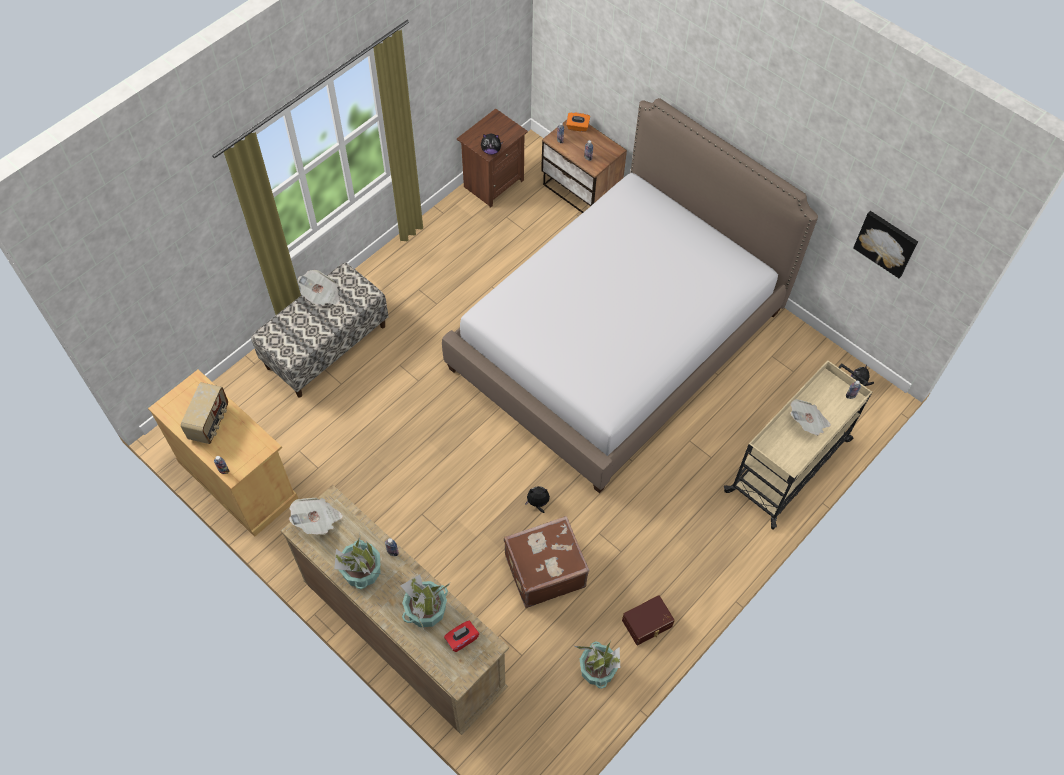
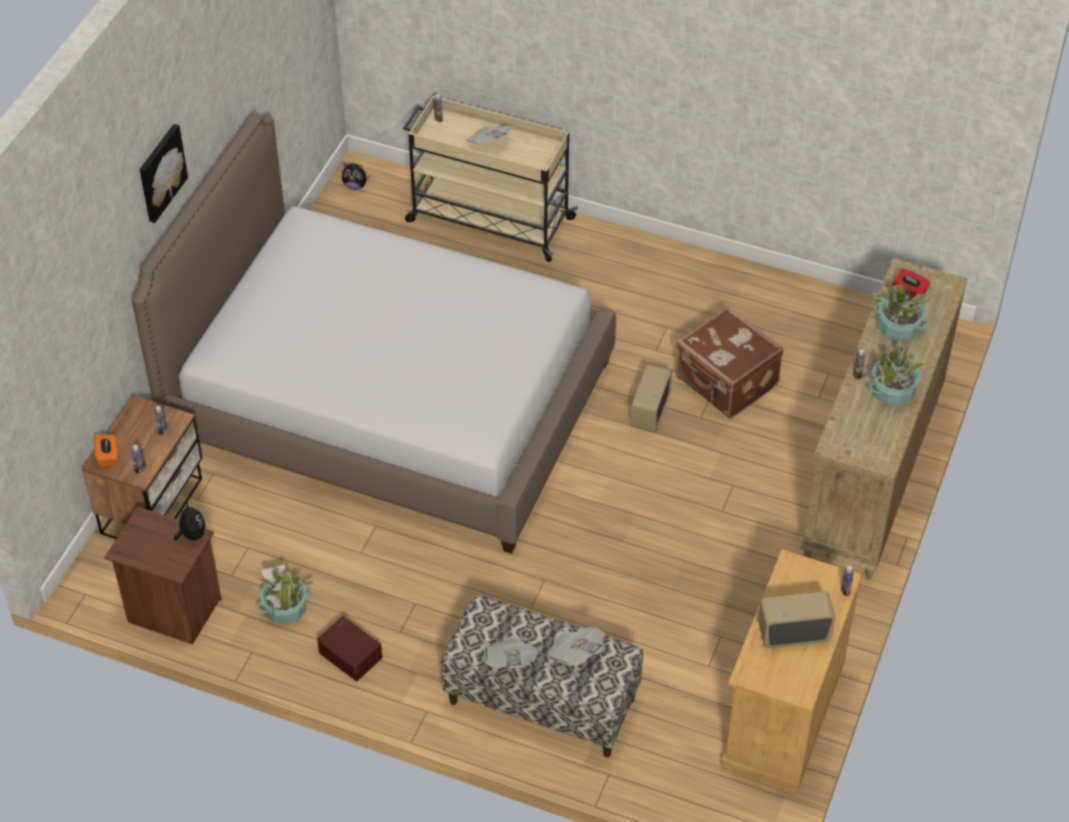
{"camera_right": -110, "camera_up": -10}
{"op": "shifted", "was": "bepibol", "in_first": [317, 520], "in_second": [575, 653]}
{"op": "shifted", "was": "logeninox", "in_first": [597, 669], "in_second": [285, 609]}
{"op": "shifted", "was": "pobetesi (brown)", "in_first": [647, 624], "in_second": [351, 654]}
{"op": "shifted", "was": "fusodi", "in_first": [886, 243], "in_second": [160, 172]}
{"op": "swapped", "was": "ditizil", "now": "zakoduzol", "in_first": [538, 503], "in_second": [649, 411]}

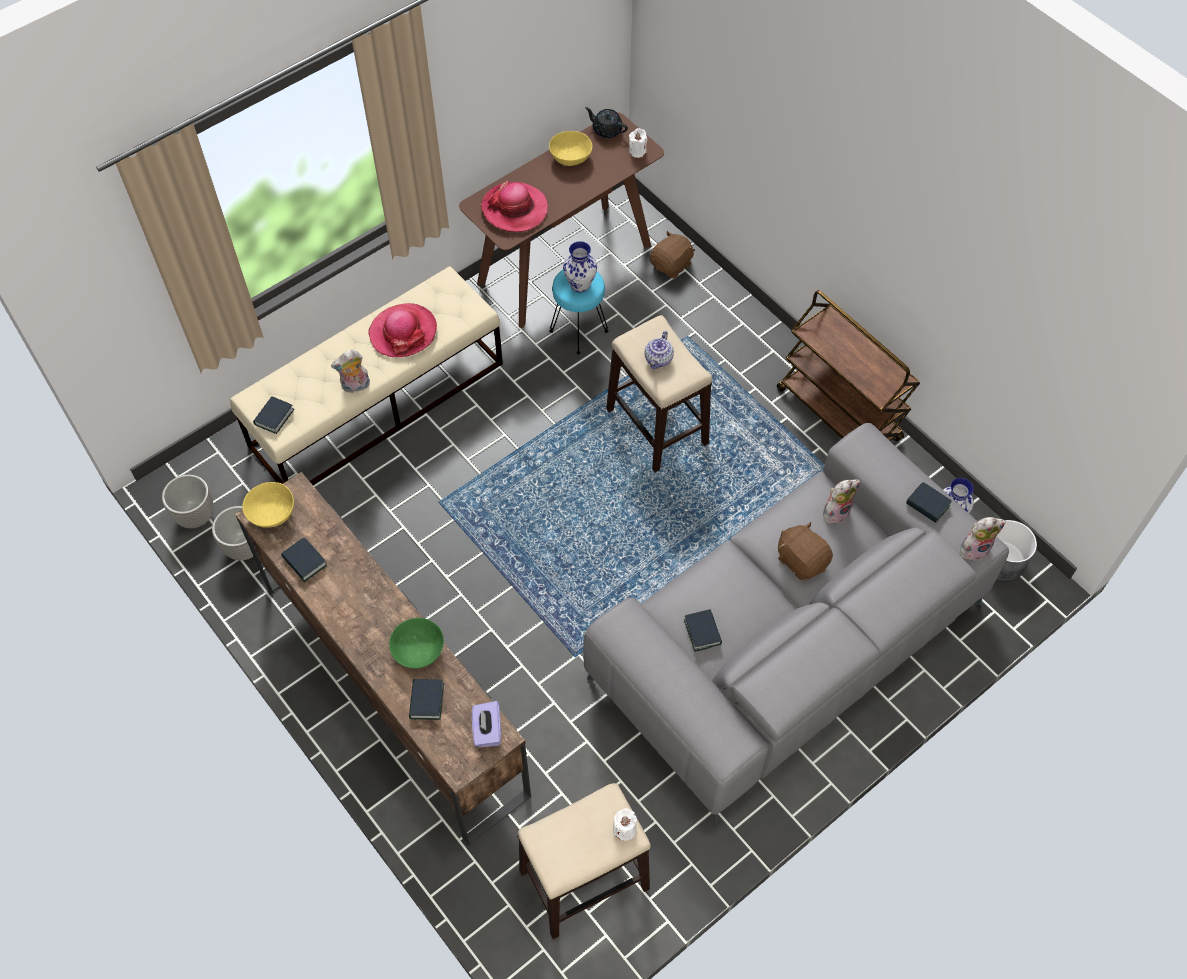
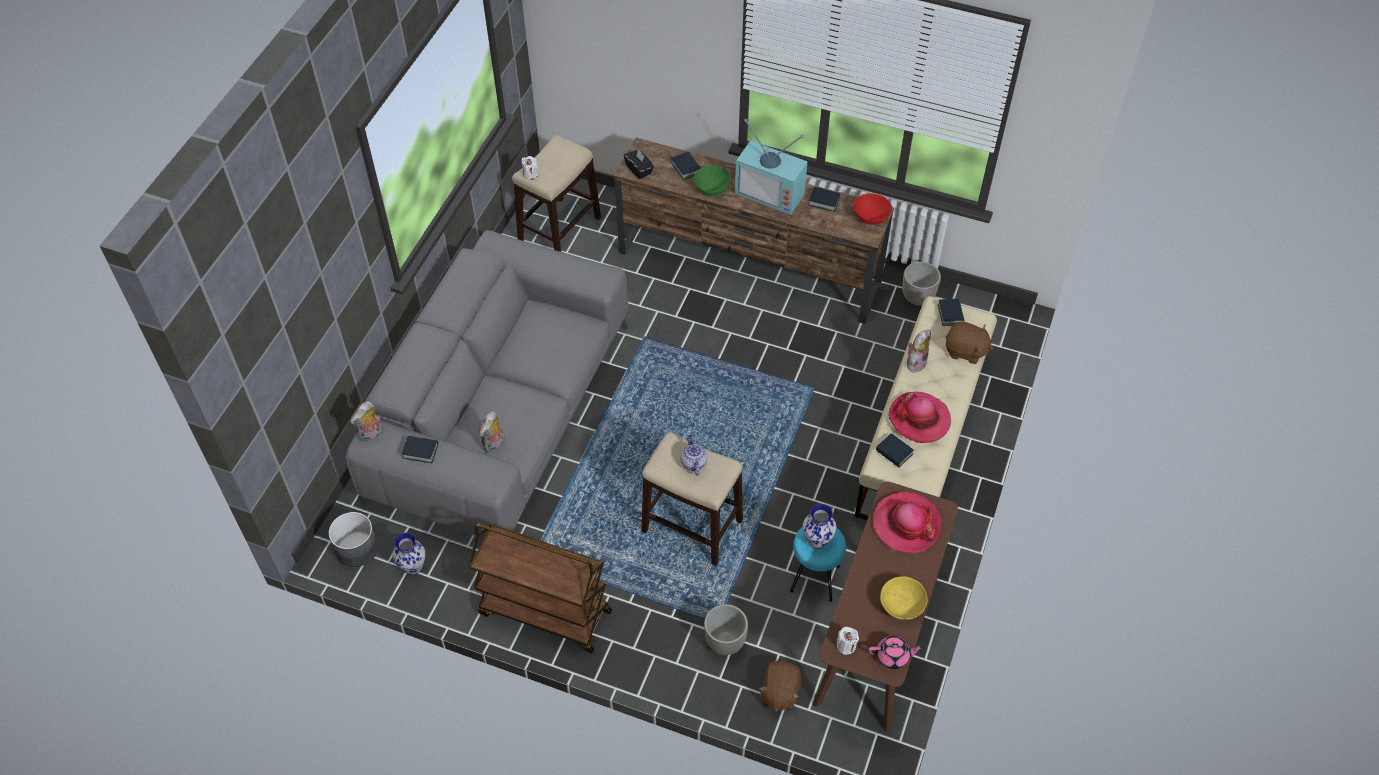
{"camera_right": 150, "camera_up": -5}
{"op": "new", "now": "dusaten", "in_second": [772, 192]}
{"op": "shifted", "was": "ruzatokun", "in_first": [196, 516], "in_second": [724, 643]}
{"op": "shifted", "was": "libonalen", "in_first": [702, 632], "in_second": [894, 453]}
{"op": "shifted", "was": "ditizil (brown)", "in_first": [802, 560], "in_second": [965, 351]}
{"op": "repainted", "was": "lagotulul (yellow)", "now": "lagotulul (red)", "in_first": [272, 513], "in_second": [871, 216]}
{"op": "repainted", "was": "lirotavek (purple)", "now": "lirotavek (black)", "in_first": [487, 730], "in_second": [639, 170]}
{"op": "repainted", "was": "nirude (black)", "now": "nirude (pink)", "in_first": [606, 130], "in_second": [893, 656]}

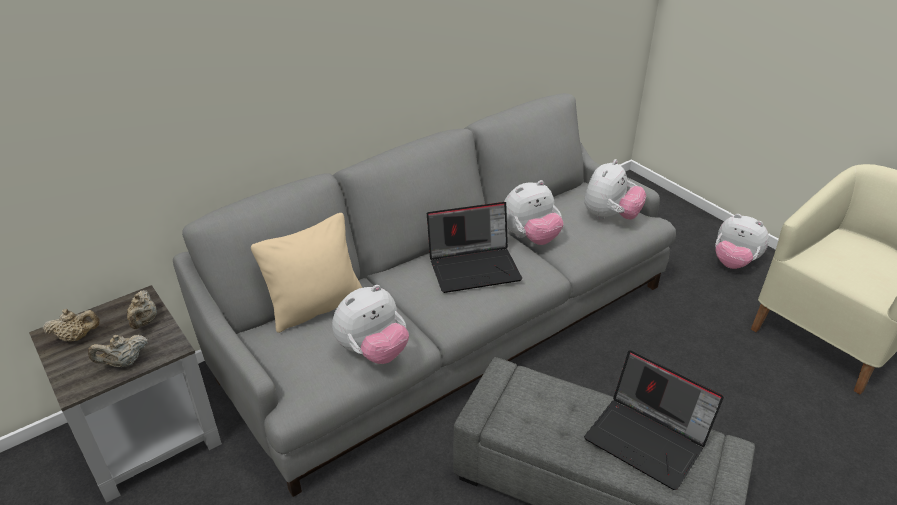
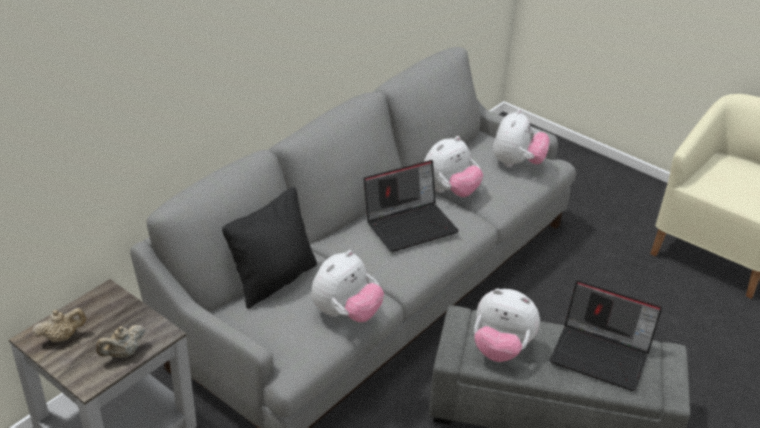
{"camera_right": -15, "camera_up": 0}
{"op": "gone", "was": "nirude (beige)", "in_first": [144, 322]}
{"op": "shifted", "was": "ditizil", "in_first": [734, 262], "in_second": [501, 349]}
{"op": "repainted", "was": "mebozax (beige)", "now": "mebozax (black)", "in_first": [316, 307], "in_second": [274, 280]}

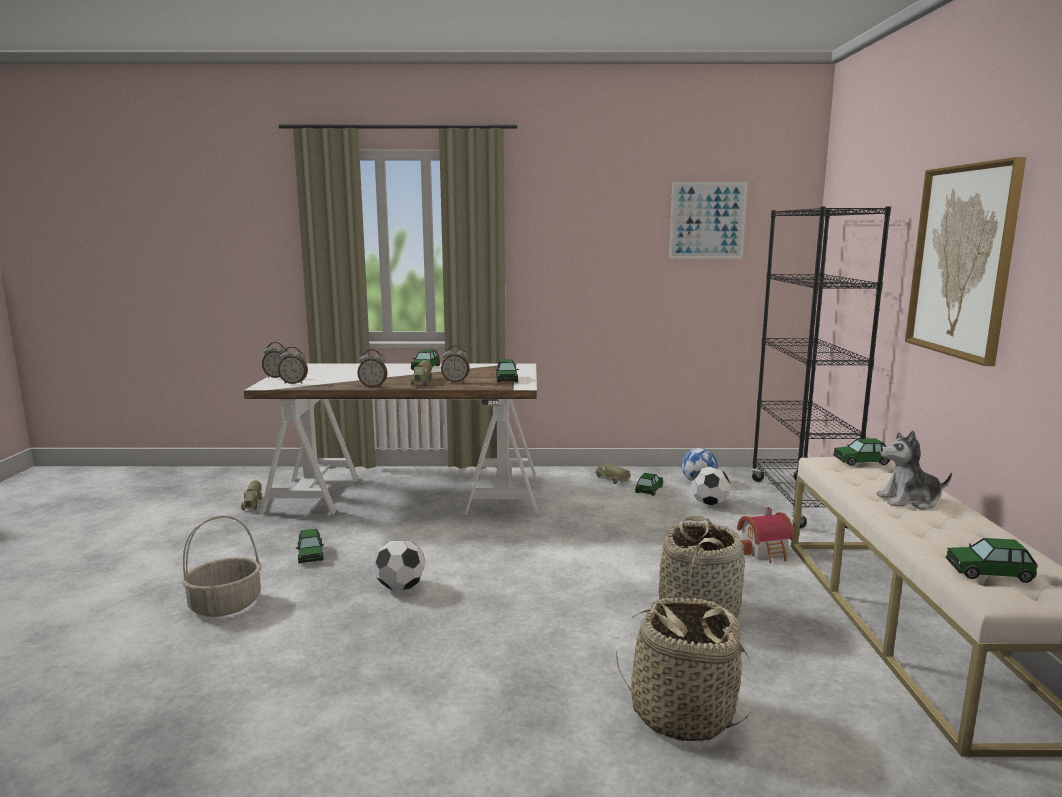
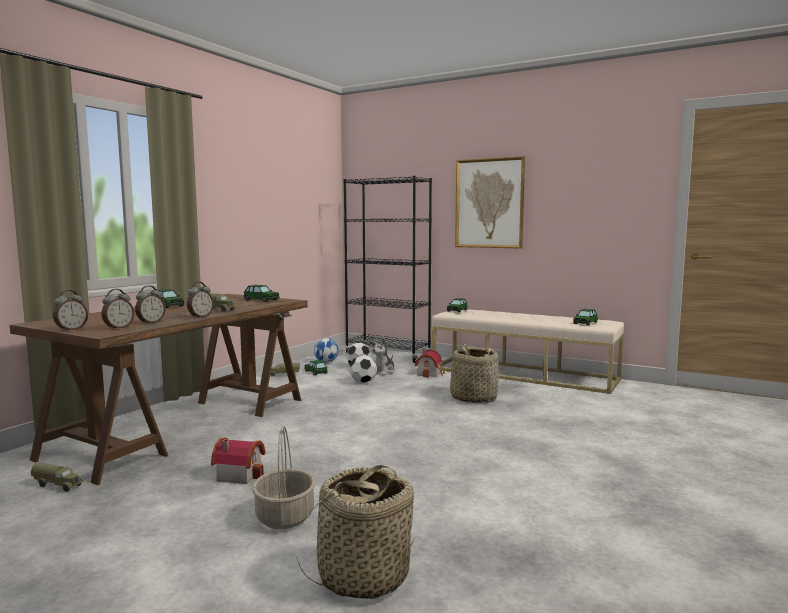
{"camera_right": -60, "camera_up": -5}
{"op": "gone", "was": "fusodi", "in_first": [707, 220]}
{"op": "shifted", "was": "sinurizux", "in_first": [400, 587], "in_second": [363, 382]}
{"op": "shifted", "was": "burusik", "in_first": [455, 381], "in_second": [150, 322]}
{"op": "shifted", "was": "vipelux", "in_first": [681, 713], "in_second": [363, 576]}
{"op": "shifted", "was": "ditizil", "in_first": [909, 501], "in_second": [383, 372]}
{"op": "swapped", "was": "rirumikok", "now": "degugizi", "in_first": [310, 555], "in_second": [239, 474]}
{"op": "repainted", "was": "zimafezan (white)", "now": "zimafezan (brown)", "in_first": [408, 494], "in_second": [184, 425]}

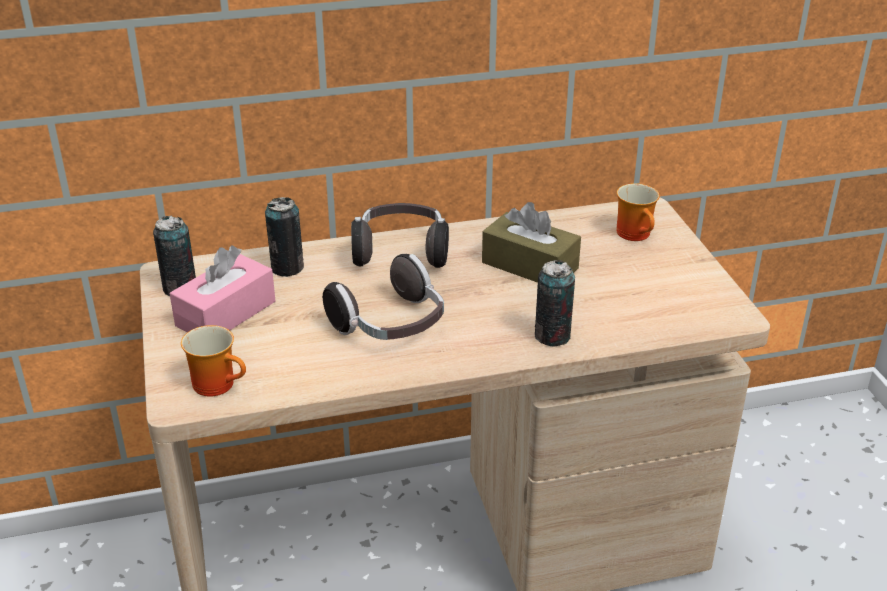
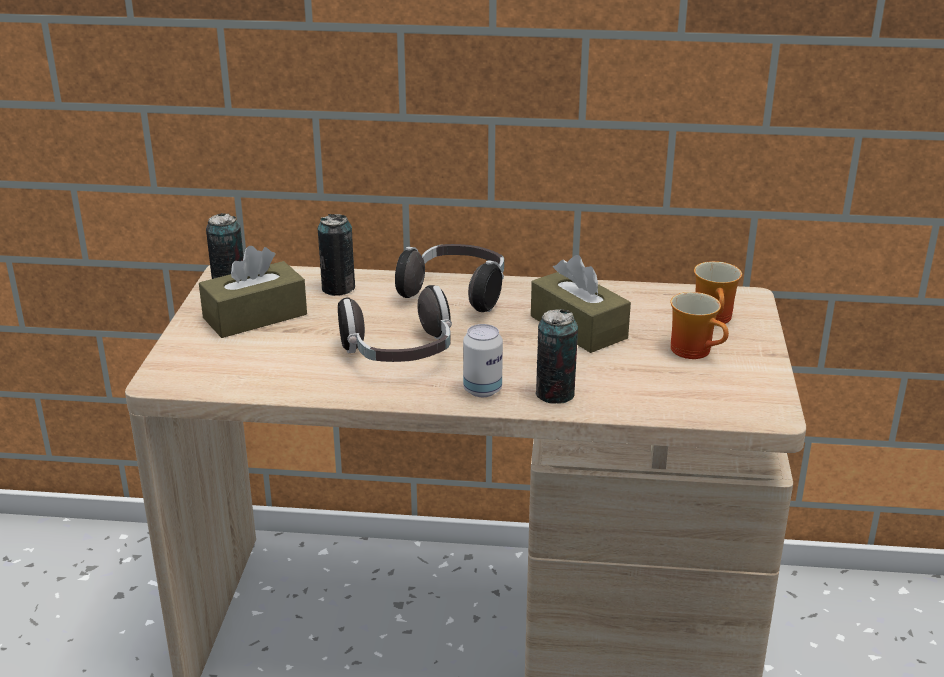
{"camera_right": 20, "camera_up": -5}
{"op": "new", "now": "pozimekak", "in_second": [482, 390]}
{"op": "shifted", "was": "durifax", "in_first": [219, 384], "in_second": [696, 350]}
{"op": "repainted", "was": "lirotavek (pink)", "now": "lirotavek (brown)", "in_first": [226, 314], "in_second": [255, 316]}

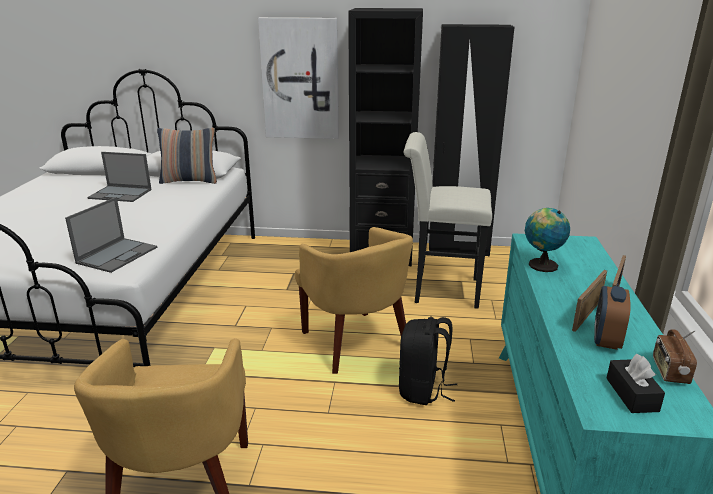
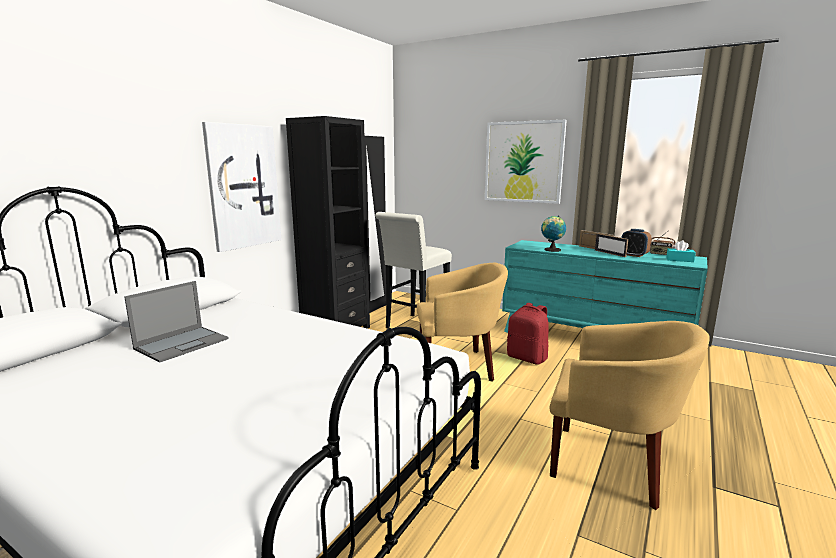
{"camera_right": -65, "camera_up": -10}
{"op": "gone", "was": "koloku", "in_first": [118, 255]}
{"op": "gone", "was": "mebozax", "in_first": [190, 181]}
{"op": "new", "now": "fusodi", "in_second": [523, 162]}
{"op": "repainted", "was": "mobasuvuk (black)", "now": "mobasuvuk (red)", "in_first": [423, 390], "in_second": [527, 358]}
{"op": "repainted", "was": "lirotavek (black)", "now": "lirotavek (turquoise)", "in_first": [632, 394], "in_second": [679, 260]}

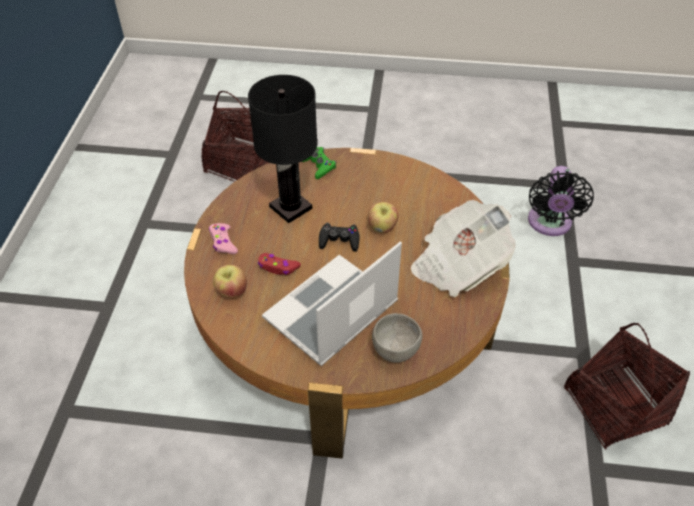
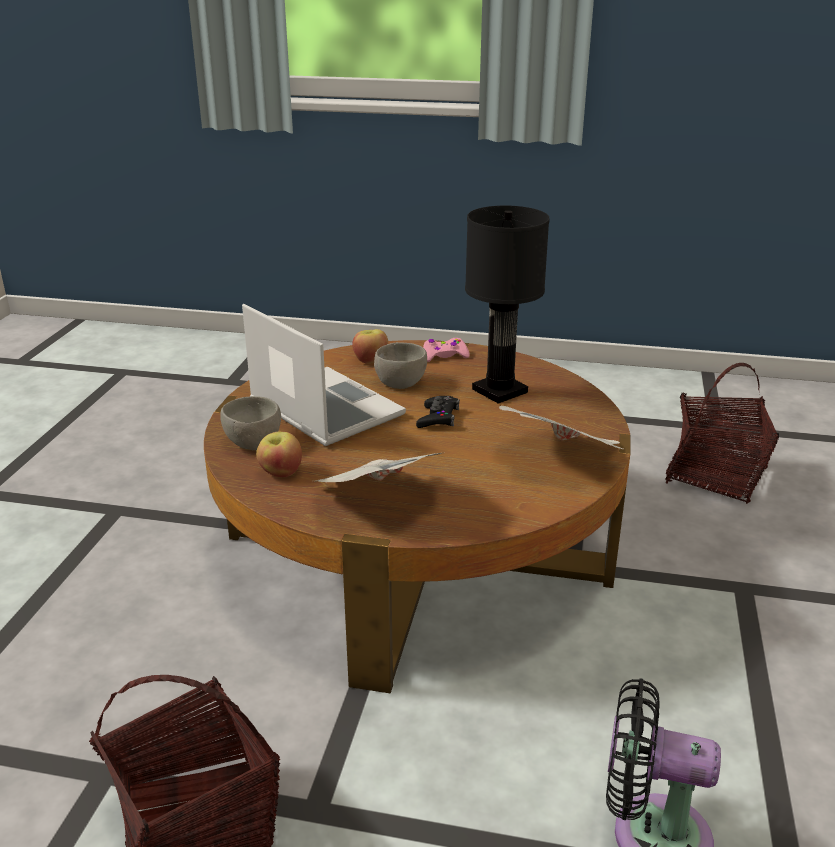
{"camera_right": 95, "camera_up": -20}
{"op": "gone", "was": "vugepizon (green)", "in_first": [318, 165]}
{"op": "new", "now": "bepibol", "in_second": [564, 459]}
{"op": "shifted", "was": "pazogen", "in_first": [382, 227], "in_second": [280, 472]}
{"op": "swapped", "was": "vugepizon (red)", "now": "lagotulul (grey)", "in_first": [278, 267], "in_second": [400, 382]}

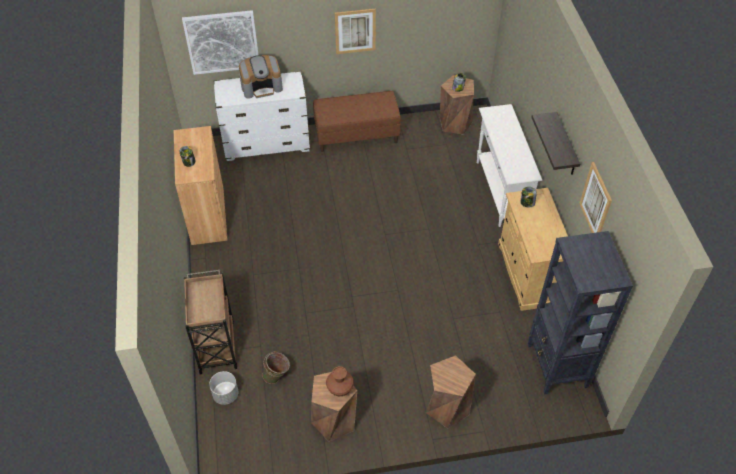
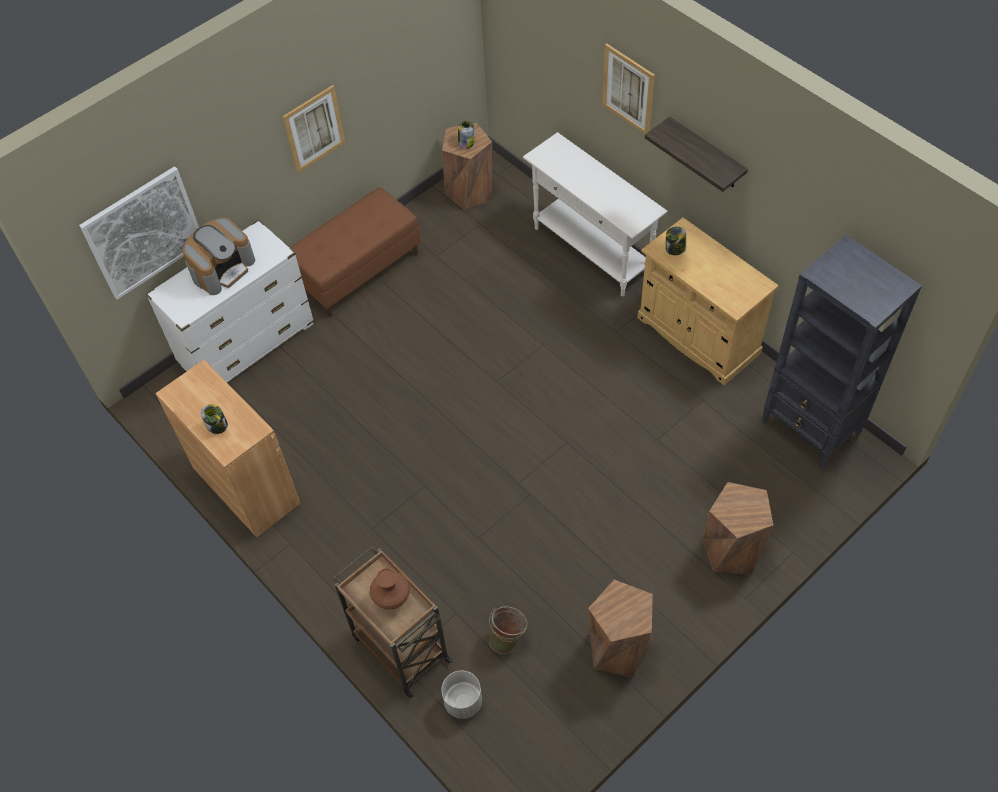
{"camera_right": -30, "camera_up": 5}
{"op": "shifted", "was": "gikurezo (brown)", "in_first": [340, 389], "in_second": [392, 598]}
{"op": "shifted", "was": "fusodi", "in_first": [595, 202], "in_second": [628, 89]}

